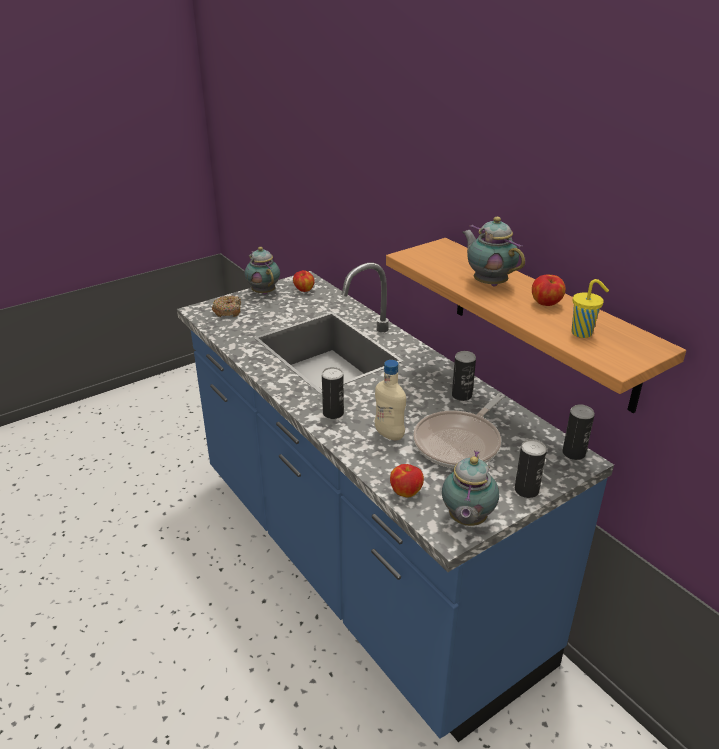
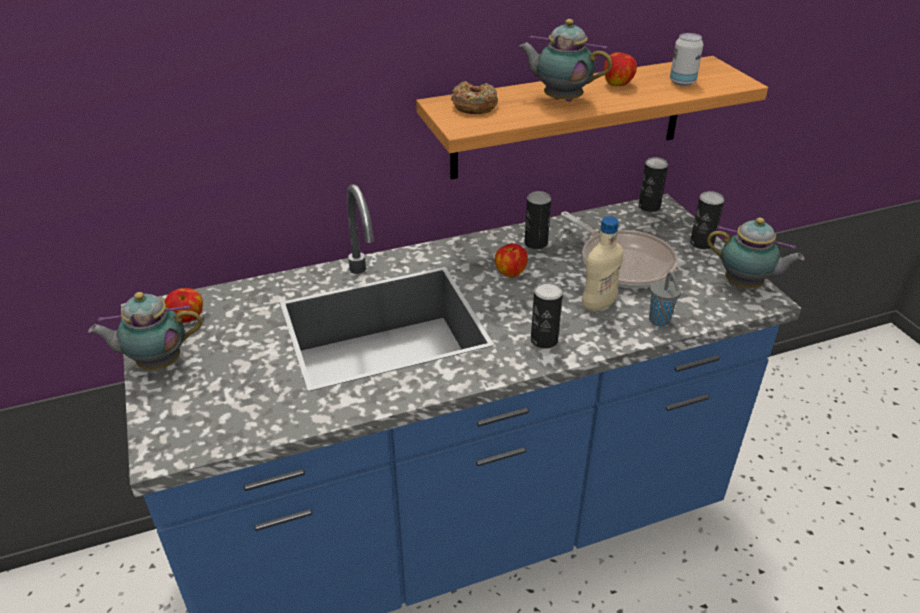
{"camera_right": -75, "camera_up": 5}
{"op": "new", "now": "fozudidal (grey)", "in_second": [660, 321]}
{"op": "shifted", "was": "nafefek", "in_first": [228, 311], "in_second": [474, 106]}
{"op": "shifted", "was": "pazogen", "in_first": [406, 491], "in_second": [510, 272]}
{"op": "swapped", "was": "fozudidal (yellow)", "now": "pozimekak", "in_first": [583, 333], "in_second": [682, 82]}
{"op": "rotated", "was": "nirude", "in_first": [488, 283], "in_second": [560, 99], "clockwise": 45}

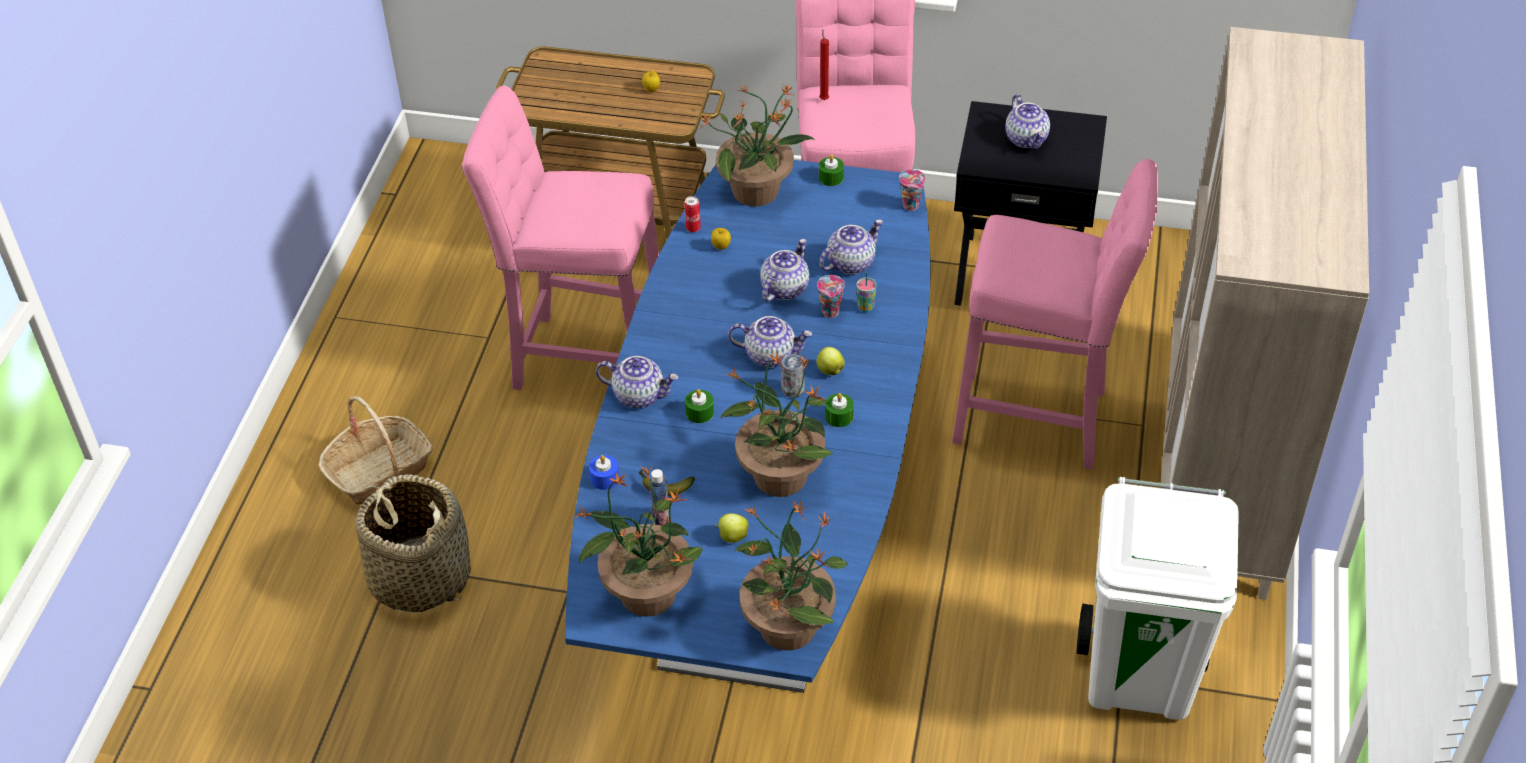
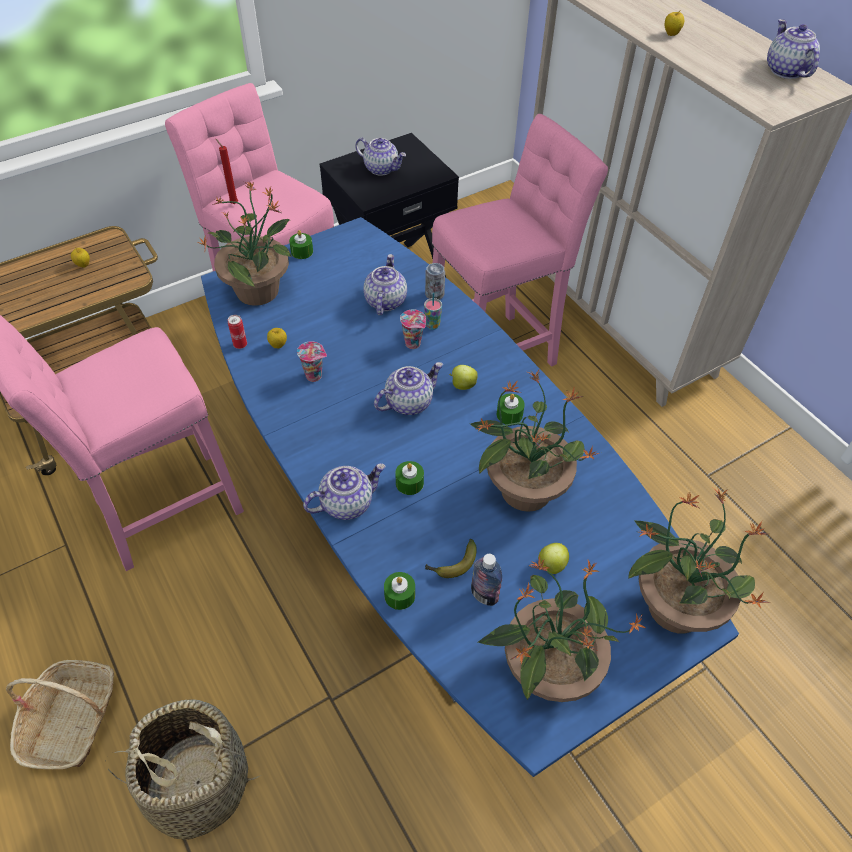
{"camera_right": -45, "camera_up": 5}
{"op": "gone", "was": "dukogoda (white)", "in_first": [1140, 676]}
{"op": "new", "now": "pazogen", "in_second": [671, 34]}
{"op": "shifted", "was": "nirude", "in_first": [784, 288], "in_second": [785, 71]}
{"op": "shifted", "was": "pozimekak", "in_first": [792, 390], "in_second": [434, 294]}
{"op": "shifted", "was": "fozudidal", "in_first": [912, 206], "in_second": [315, 376]}
{"op": "repainted", "was": "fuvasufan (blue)", "now": "fuvasufan (green)", "in_first": [604, 478], "in_second": [399, 595]}

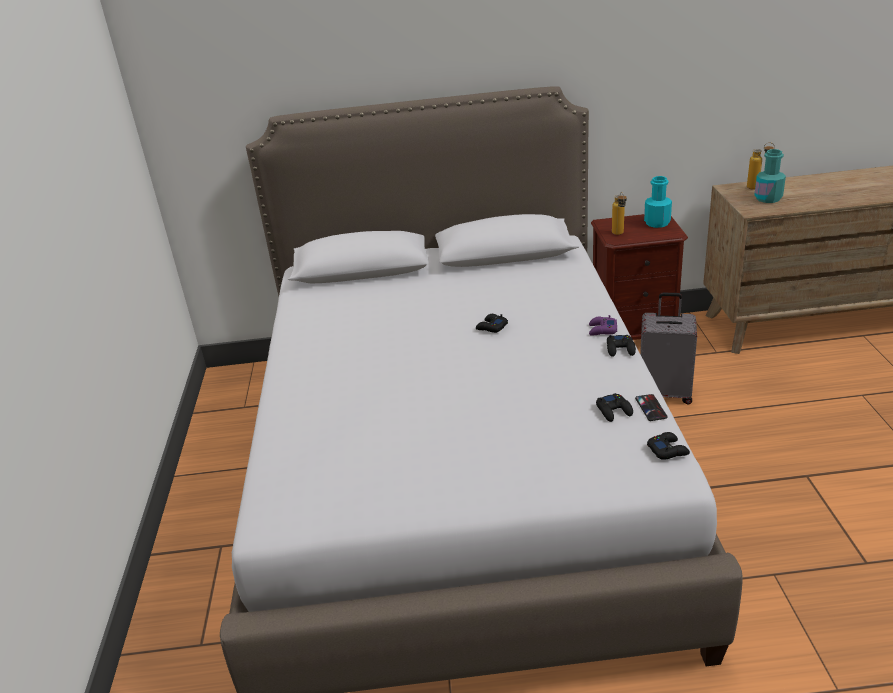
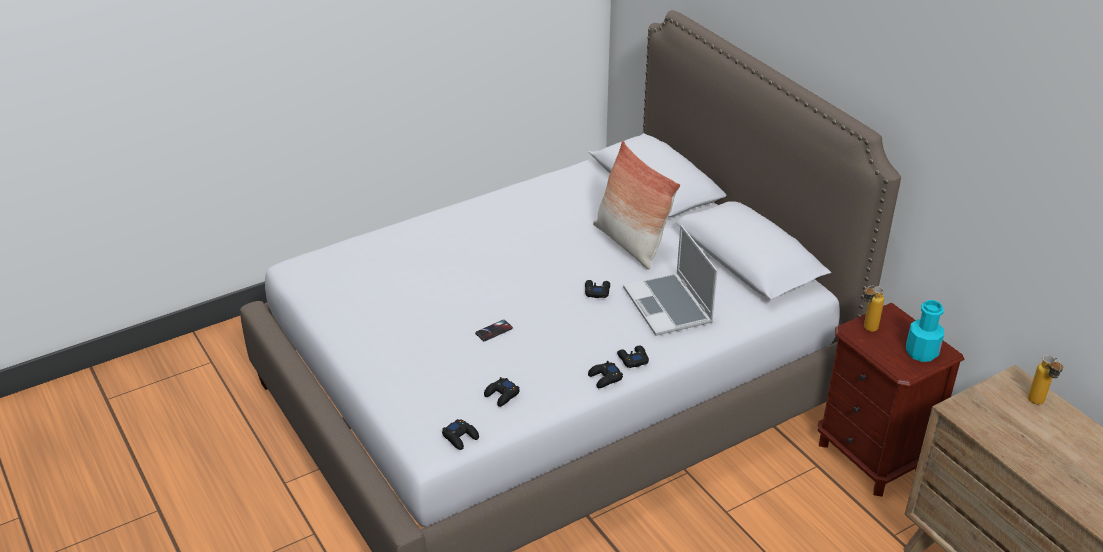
{"camera_right": 60, "camera_up": 5}
{"op": "gone", "was": "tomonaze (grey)", "in_first": [665, 393]}
{"op": "gone", "was": "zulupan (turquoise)", "in_first": [768, 198]}
{"op": "new", "now": "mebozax", "in_second": [630, 243]}
{"op": "new", "now": "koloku", "in_second": [669, 307]}
{"op": "shifted", "was": "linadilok", "in_first": [651, 408], "in_second": [494, 331]}
{"op": "repainted", "was": "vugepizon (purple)", "now": "vugepizon (black)", "in_first": [602, 330], "in_second": [632, 359]}

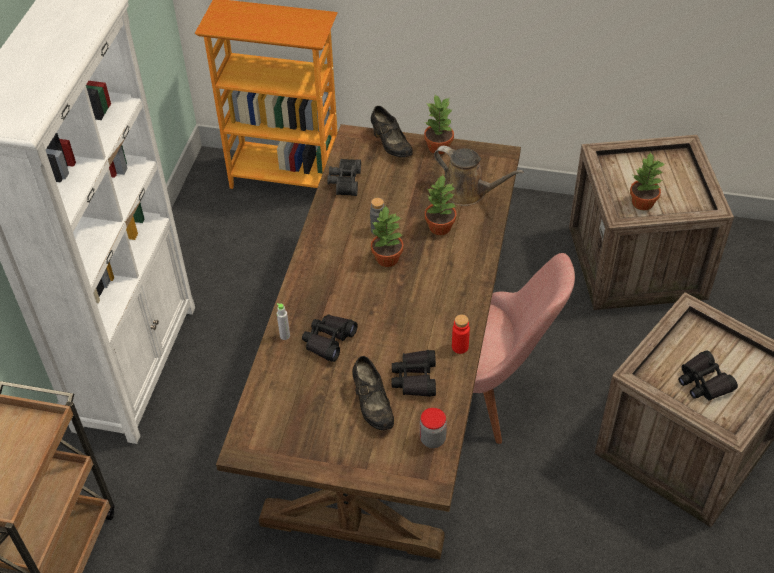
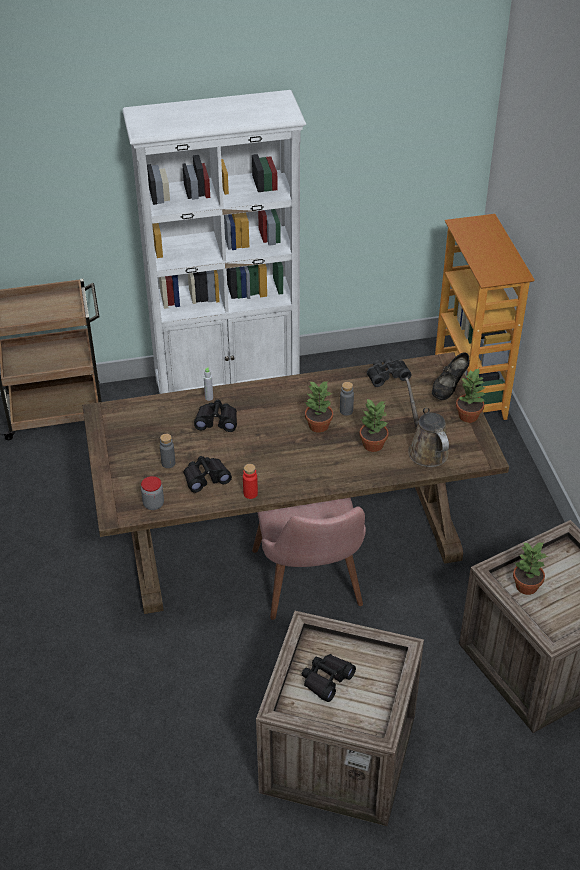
{"camera_right": 65, "camera_up": -5}
{"op": "swapped", "was": "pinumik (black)", "now": "zulupan (grey)", "in_first": [372, 406], "in_second": [168, 463]}
{"op": "rotated", "was": "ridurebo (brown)", "in_first": [468, 192], "in_second": [426, 449], "clockwise": 150}

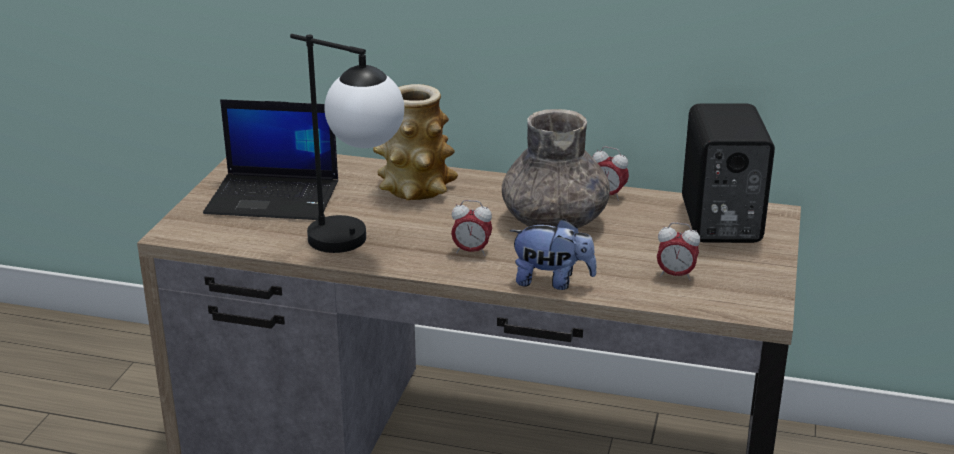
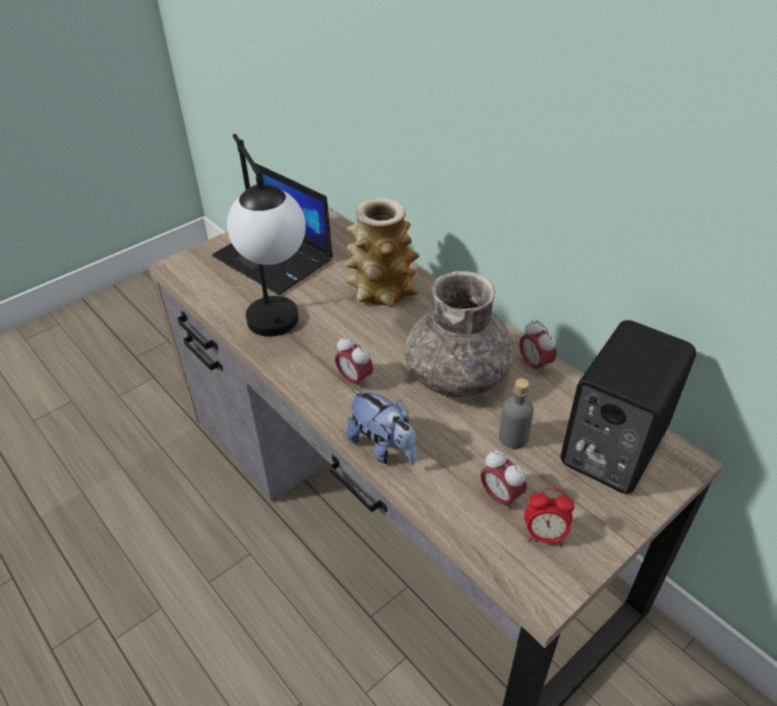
{"camera_right": 35, "camera_up": 15}
{"op": "new", "now": "zulupan (grey)", "in_second": [513, 437]}
{"op": "new", "now": "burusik", "in_second": [544, 535]}

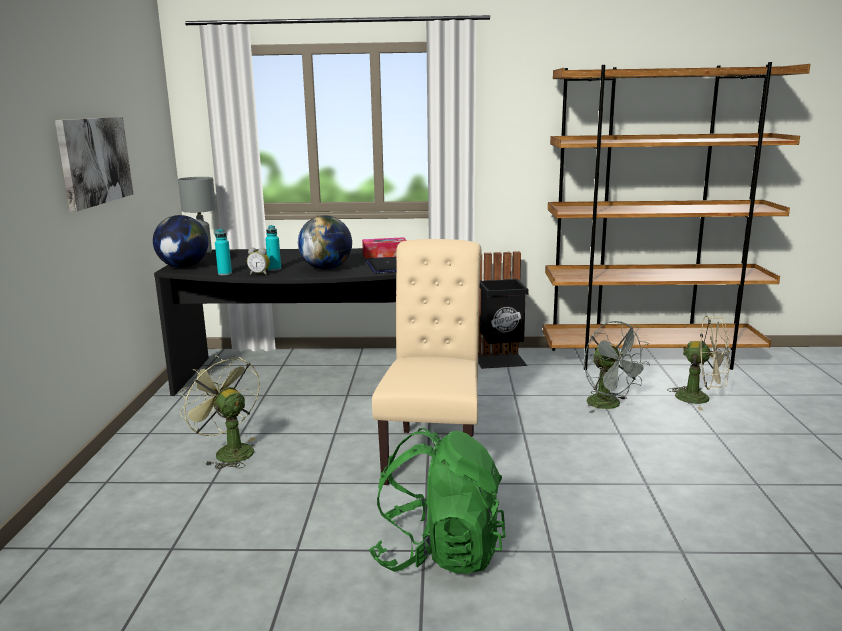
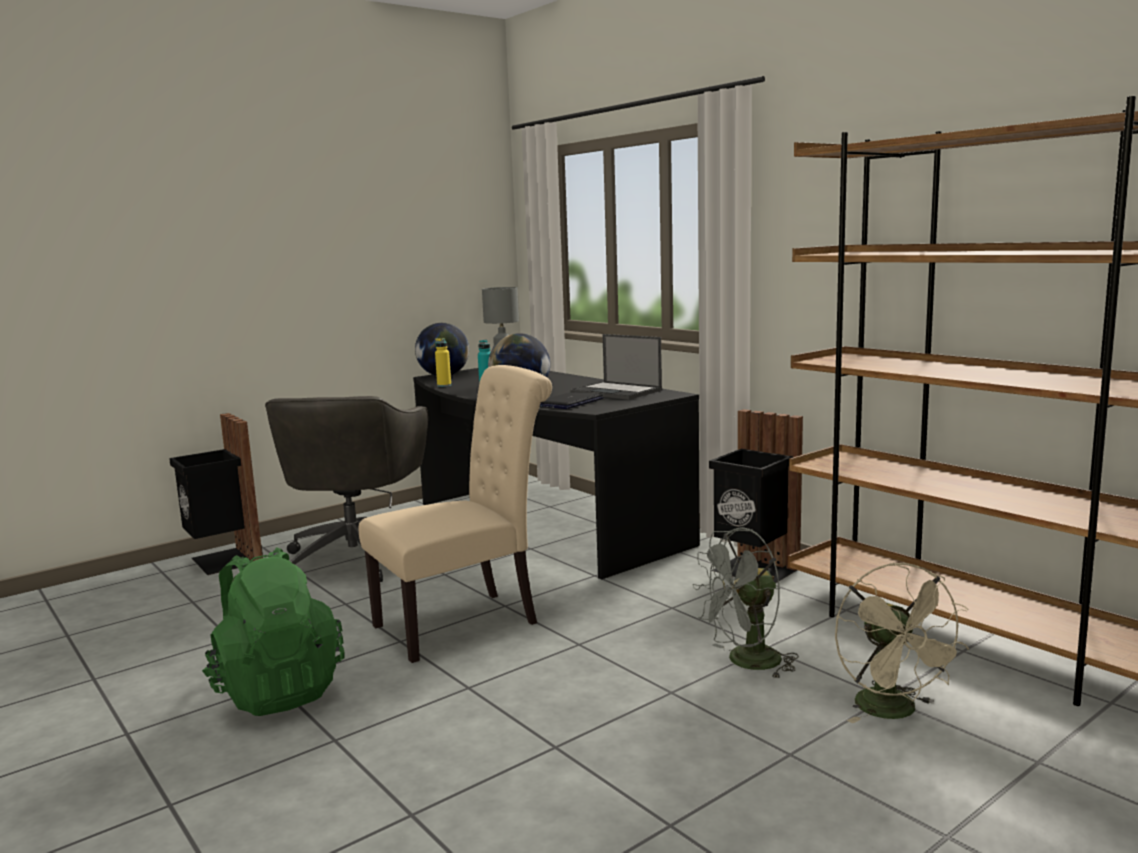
{"camera_right": 50, "camera_up": -5}
{"op": "gone", "was": "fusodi", "in_first": [94, 161]}
{"op": "gone", "was": "burusik", "in_first": [260, 274]}
{"op": "new", "now": "dukogoda (black)", "in_second": [223, 561]}
{"op": "swapped", "was": "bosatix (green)", "now": "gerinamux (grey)", "in_first": [228, 452], "in_second": [356, 557]}
{"op": "swapped", "was": "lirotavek", "now": "koloku", "in_first": [385, 254], "in_second": [617, 392]}
{"op": "repainted", "was": "zulupan (turquoise)", "now": "zulupan (yellow)", "in_first": [225, 274], "in_second": [444, 385]}
{"op": "rotated", "was": "bosatix (grey)", "in_first": [610, 405], "in_second": [745, 663], "clockwise": 45}

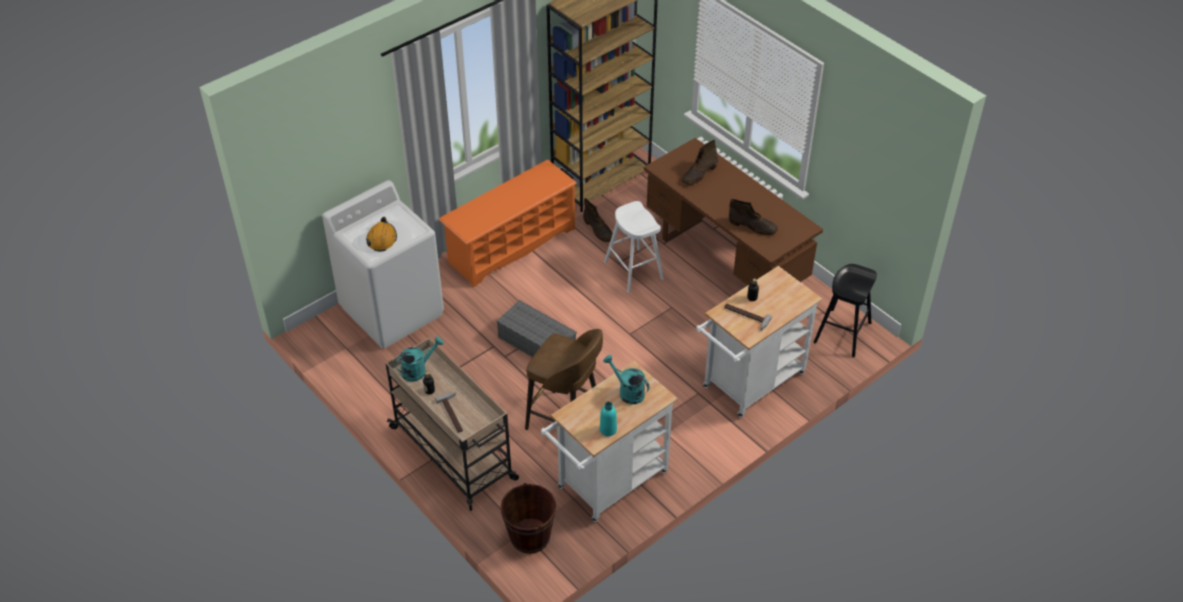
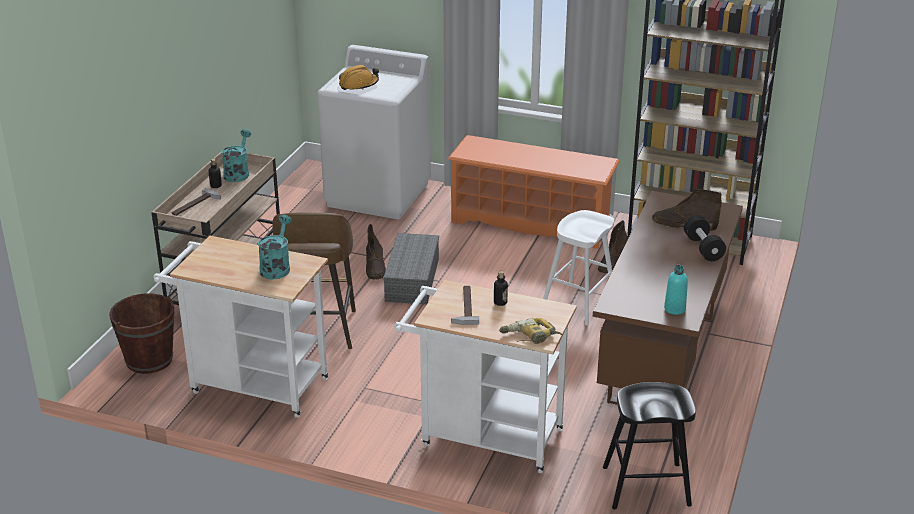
{"camera_right": 60, "camera_up": -15}
{"op": "new", "now": "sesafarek", "in_second": [530, 337]}
{"op": "new", "now": "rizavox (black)", "in_second": [703, 248]}
{"op": "shifted", "was": "zulupan (turquoise)", "in_first": [608, 429], "in_second": [674, 309]}
{"op": "shifted", "was": "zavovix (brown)", "in_first": [753, 226], "in_second": [375, 267]}
{"op": "rotated", "was": "ridurebo (turquoise)", "in_first": [418, 370], "in_second": [238, 173], "clockwise": -105}

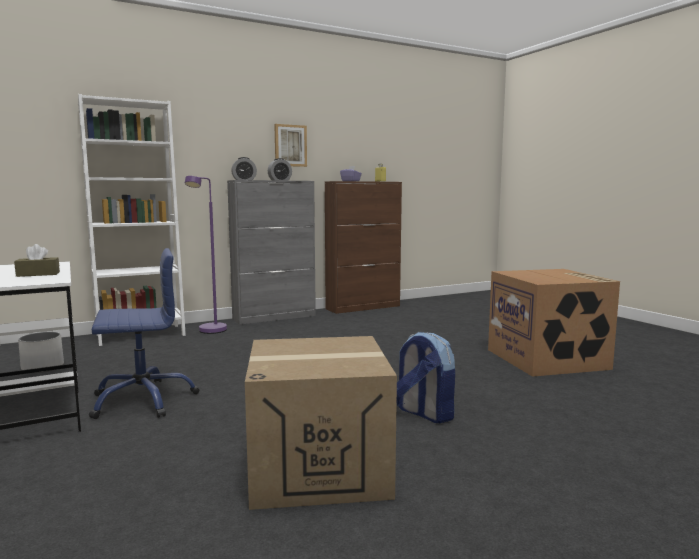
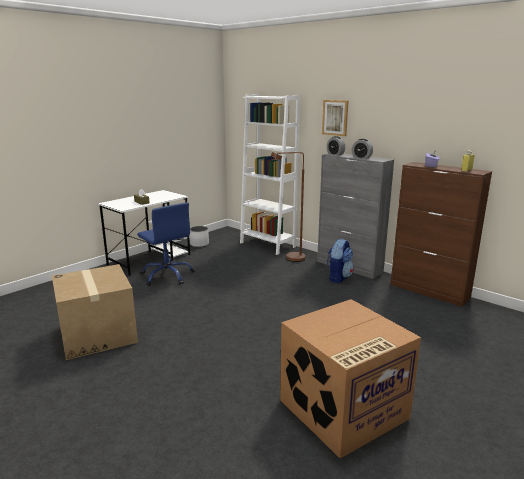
{"camera_right": 70, "camera_up": 10}
{"op": "shifted", "was": "fusodi", "in_first": [290, 145], "in_second": [335, 117]}
{"op": "shifted", "was": "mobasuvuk", "in_first": [424, 413], "in_second": [338, 277]}
{"op": "repainted", "was": "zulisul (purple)", "now": "zulisul (brown)", "in_first": [210, 332], "in_second": [290, 258]}

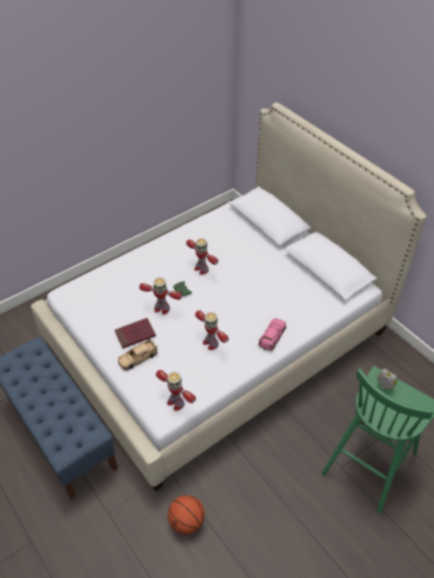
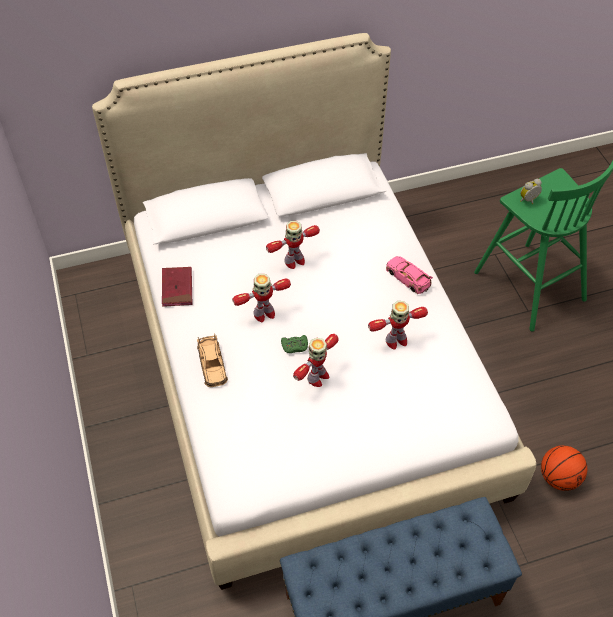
{"camera_right": -70, "camera_up": 5}
{"op": "shifted", "was": "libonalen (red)", "in_first": [135, 334], "in_second": [177, 288]}
{"op": "shifted", "was": "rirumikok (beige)", "in_first": [138, 357], "in_second": [212, 365]}
{"op": "shifted", "was": "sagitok", "in_first": [175, 402], "in_second": [294, 261]}

